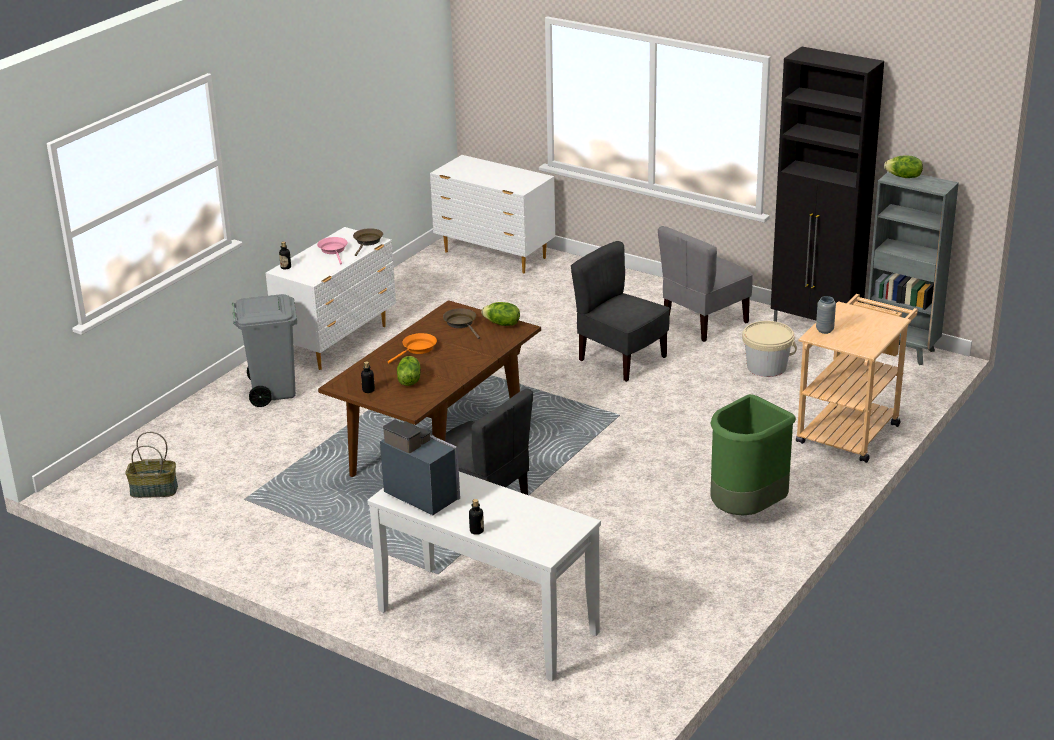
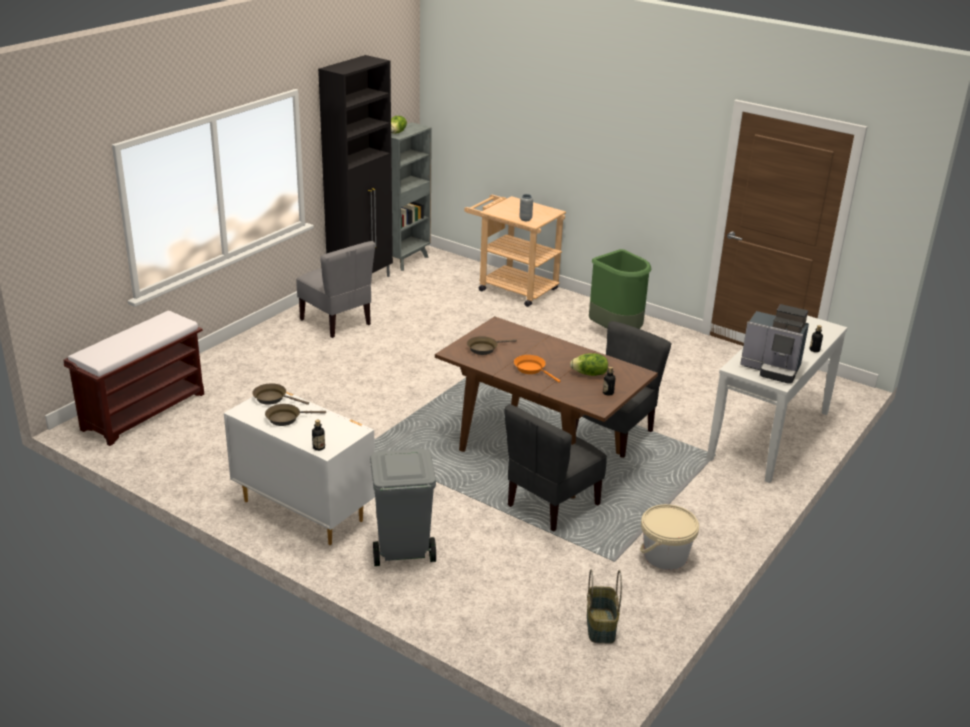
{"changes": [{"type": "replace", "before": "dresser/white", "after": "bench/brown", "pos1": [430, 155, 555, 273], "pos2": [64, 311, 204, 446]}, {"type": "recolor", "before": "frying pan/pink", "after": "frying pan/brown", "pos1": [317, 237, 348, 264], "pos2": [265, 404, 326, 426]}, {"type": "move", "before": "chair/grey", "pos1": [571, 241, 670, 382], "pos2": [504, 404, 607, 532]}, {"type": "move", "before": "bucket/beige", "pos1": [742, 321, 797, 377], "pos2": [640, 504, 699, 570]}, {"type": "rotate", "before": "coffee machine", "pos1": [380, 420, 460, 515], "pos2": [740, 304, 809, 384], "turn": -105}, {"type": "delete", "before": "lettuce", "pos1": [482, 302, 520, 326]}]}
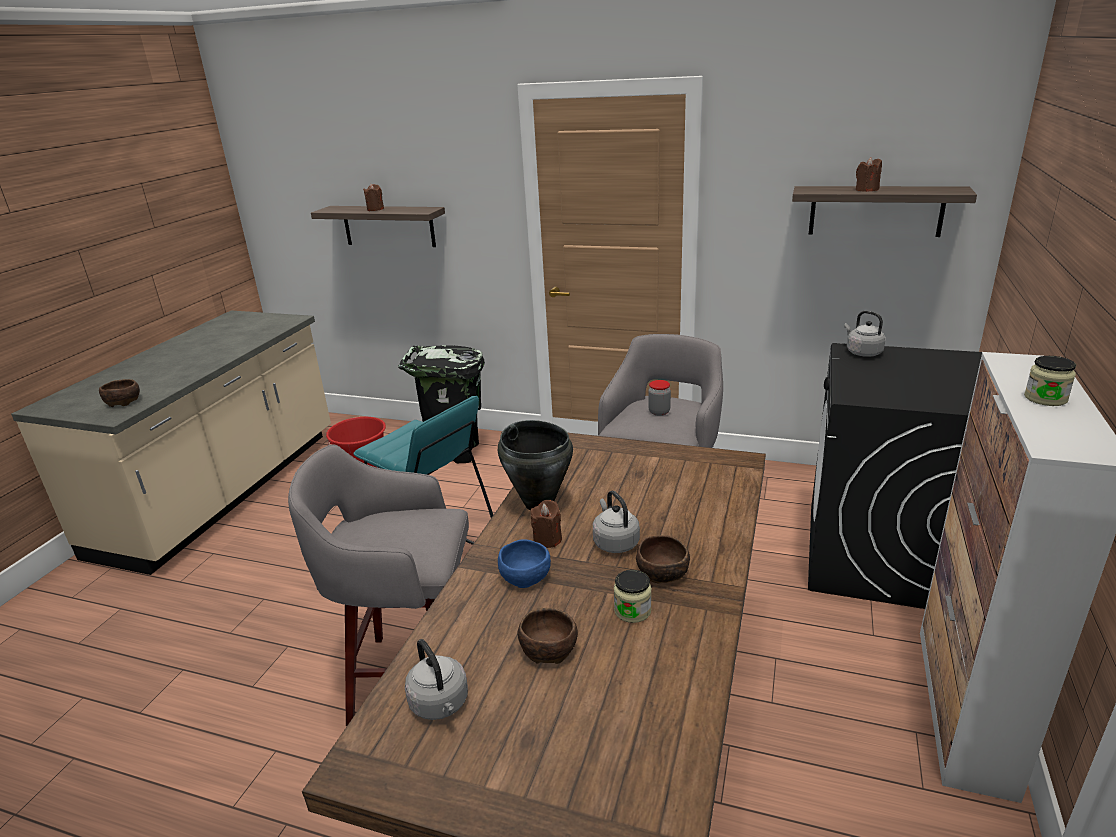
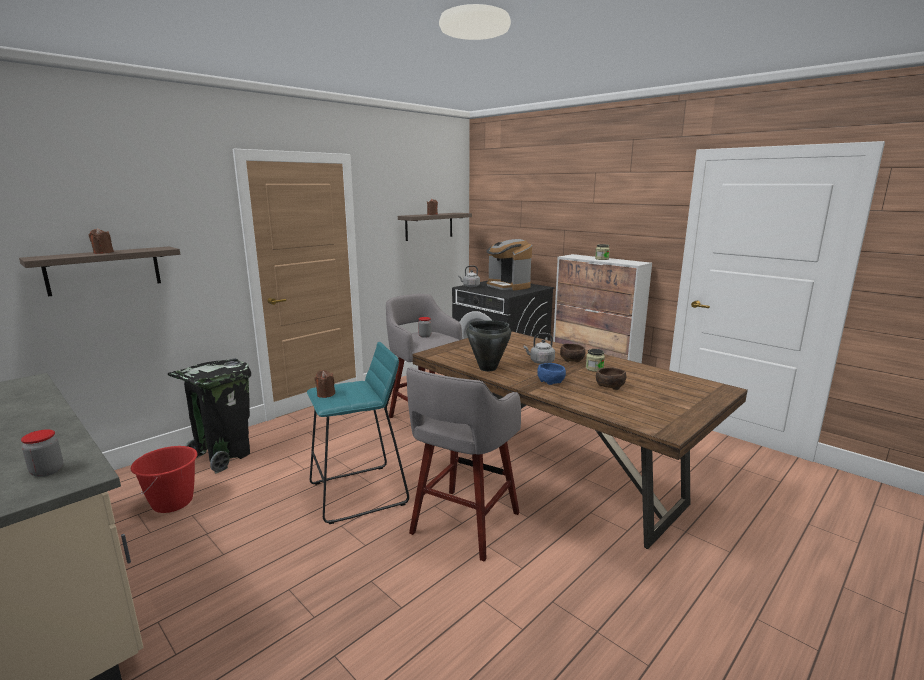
{"changes": [{"type": "replace", "before": "bowl/brown", "after": "jar", "pos1": [99, 379, 140, 407], "pos2": [21, 429, 63, 477]}, {"type": "move", "before": "candle/brown", "pos1": [530, 500, 562, 548], "pos2": [315, 370, 335, 398]}, {"type": "insert", "after": "coffee machine", "pos2": [487, 239, 532, 291]}, {"type": "delete", "before": "kettle/grey", "pos1": [405, 639, 468, 720]}]}
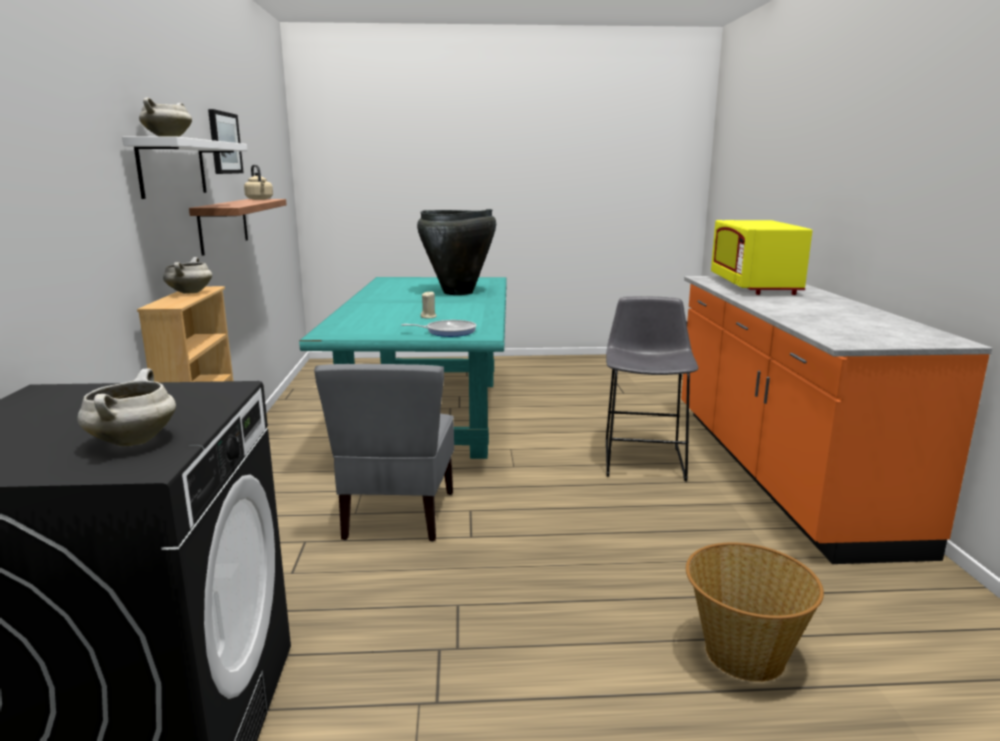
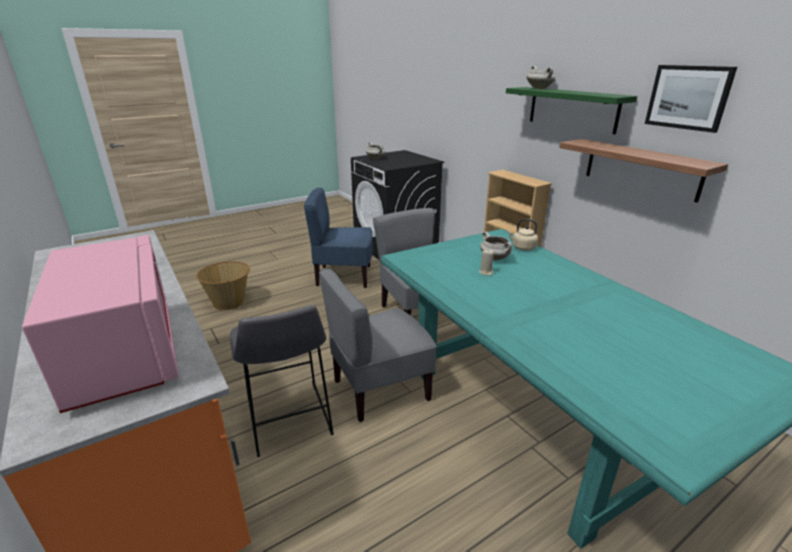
{"changes": [{"type": "recolor", "before": "microwave/yellow", "after": "microwave/pink", "pos1": [711, 220, 812, 295], "pos2": [22, 235, 179, 413]}, {"type": "insert", "after": "chair/blue", "pos2": [304, 188, 373, 288]}, {"type": "insert", "after": "chair/grey", "pos2": [319, 268, 437, 422]}, {"type": "move", "before": "cooking pot/white", "pos1": [163, 257, 212, 294], "pos2": [480, 231, 512, 261]}, {"type": "recolor", "before": "shelf/white", "after": "shelf/green", "pos1": [122, 136, 247, 199], "pos2": [506, 87, 637, 134]}, {"type": "move", "before": "kettle/beige", "pos1": [244, 165, 273, 200], "pos2": [507, 219, 538, 251]}, {"type": "delete", "before": "frying pan", "pos1": [401, 320, 476, 337]}, {"type": "delete", "before": "vase/black", "pos1": [417, 209, 496, 295]}]}
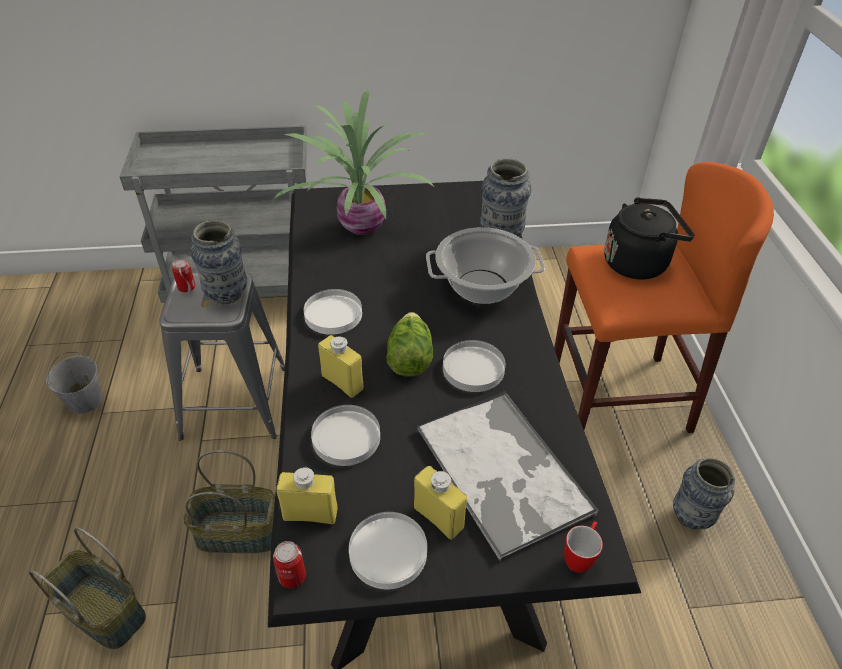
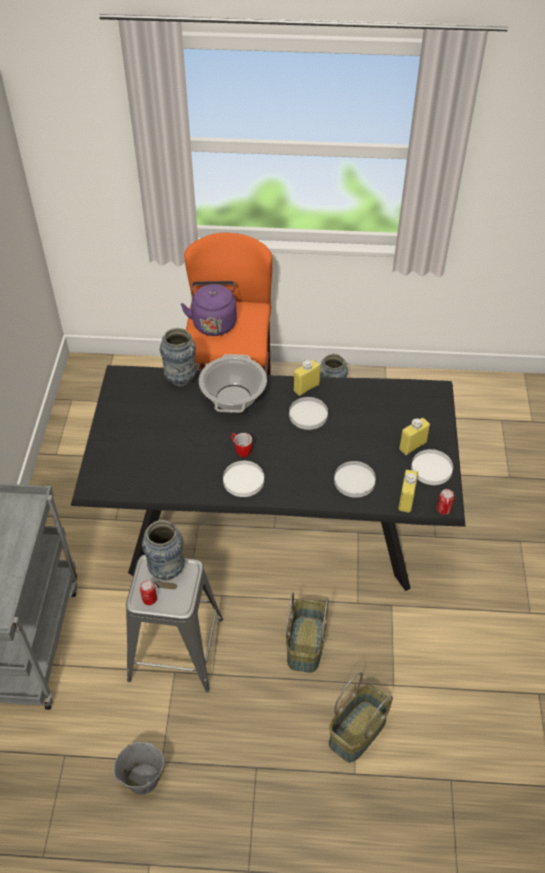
{"changes": [{"type": "recolor", "before": "kettle/black", "after": "kettle/purple", "pos1": [604, 197, 695, 279], "pos2": [181, 281, 237, 336]}, {"type": "move", "before": "mug", "pos1": [564, 521, 603, 573], "pos2": [231, 433, 252, 457]}, {"type": "move", "before": "bottle/yellow", "pos1": [318, 335, 364, 398], "pos2": [294, 360, 320, 396]}, {"type": "delete", "before": "potted plant", "pos1": [273, 90, 434, 235]}, {"type": "delete", "before": "lettuce", "pos1": [386, 312, 433, 377]}, {"type": "delete", "before": "tray", "pos1": [416, 391, 598, 561]}]}
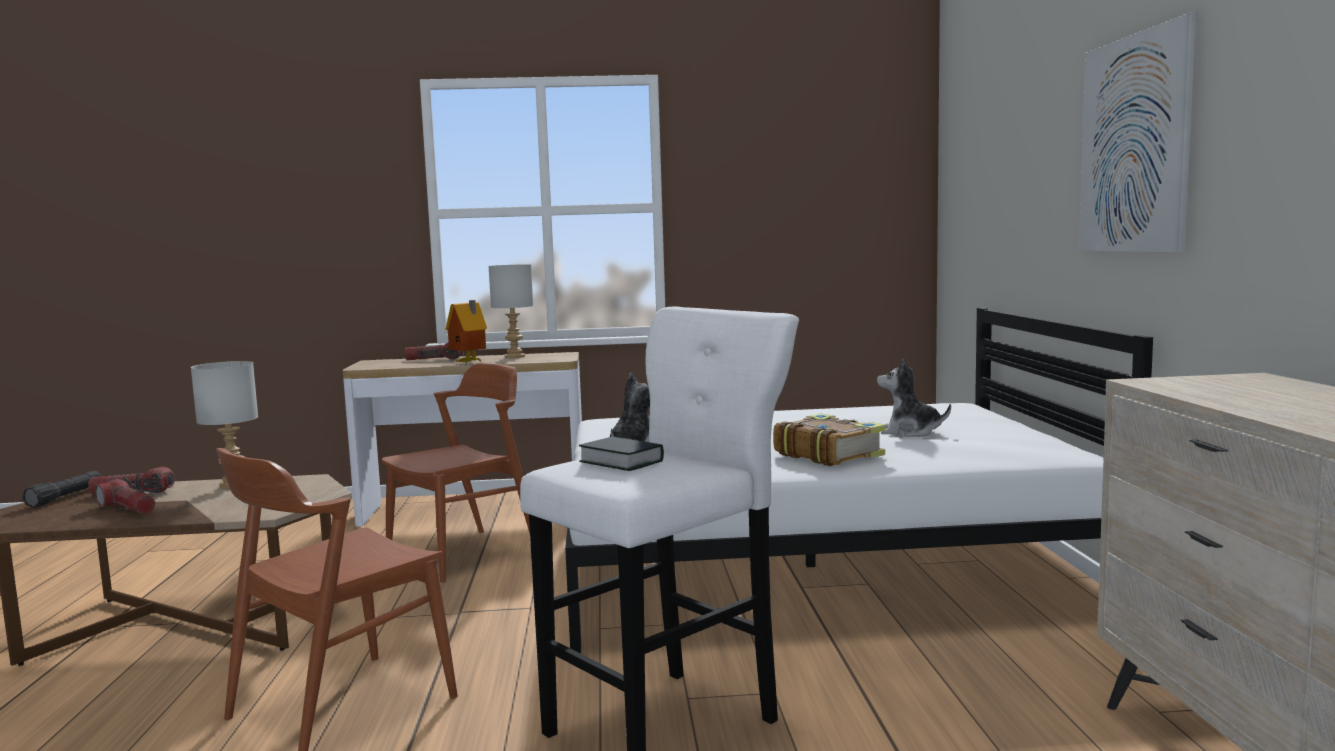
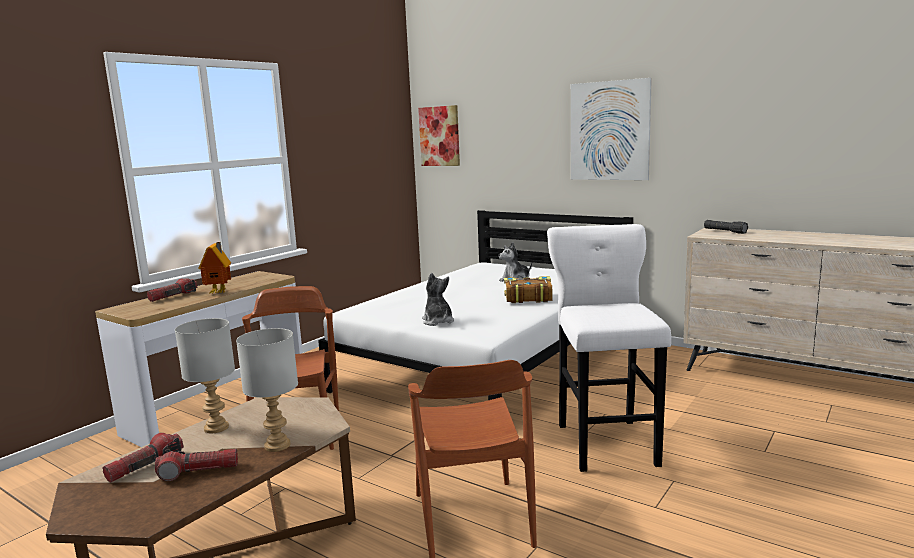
{"changes": [{"type": "move", "before": "table lamp/grey", "pos1": [489, 264, 533, 358], "pos2": [236, 328, 298, 452]}, {"type": "insert", "after": "picture", "pos2": [418, 105, 460, 166]}, {"type": "move", "before": "flashlight/black", "pos1": [22, 471, 101, 508], "pos2": [704, 220, 748, 234]}, {"type": "delete", "before": "book", "pos1": [579, 437, 664, 471]}]}
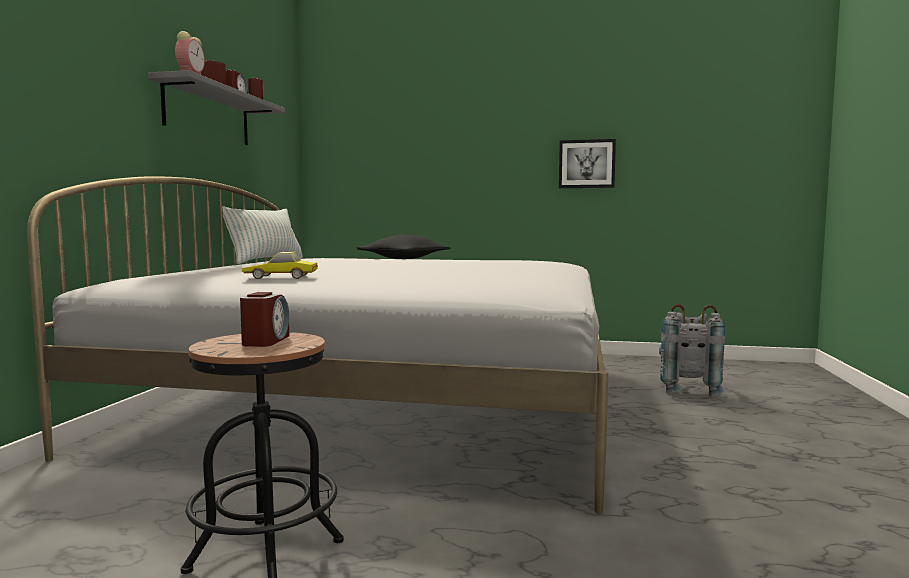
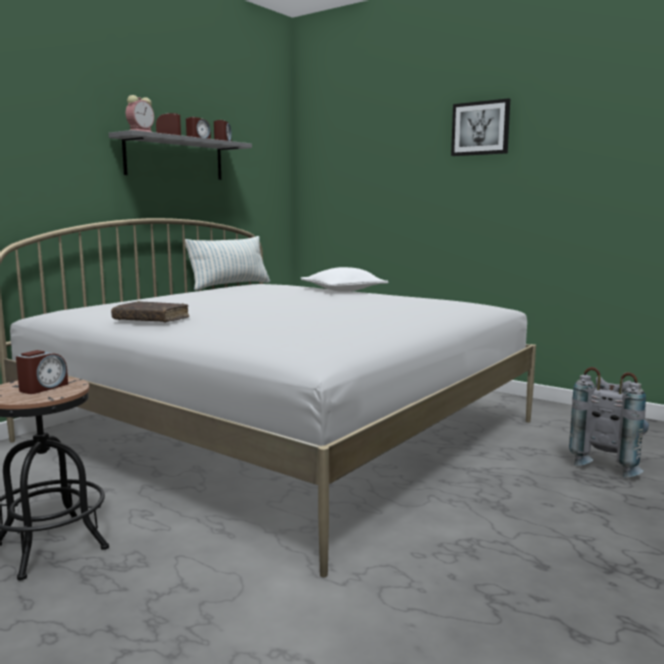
{"changes": [{"type": "replace", "before": "toy car", "after": "book/brown", "pos1": [242, 252, 318, 279], "pos2": [111, 301, 189, 322]}, {"type": "recolor", "before": "pillow/black", "after": "pillow/white", "pos1": [356, 235, 450, 259], "pos2": [301, 267, 389, 292]}, {"type": "move", "before": "picture", "pos1": [559, 139, 616, 188], "pos2": [451, 98, 510, 156]}]}
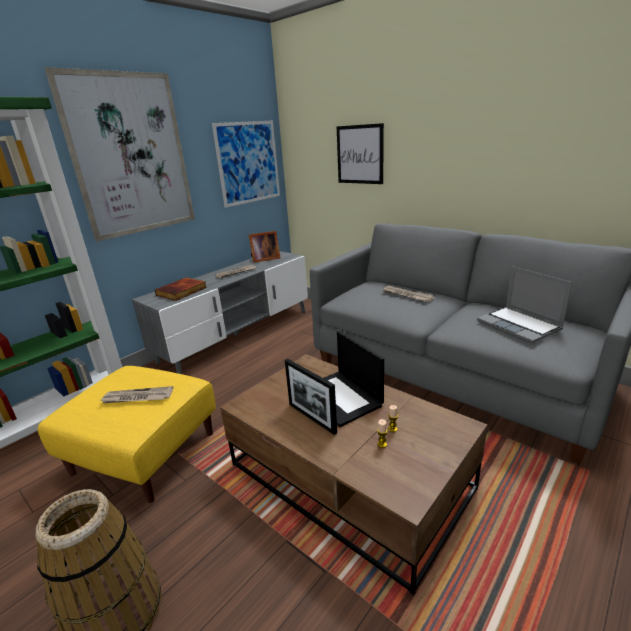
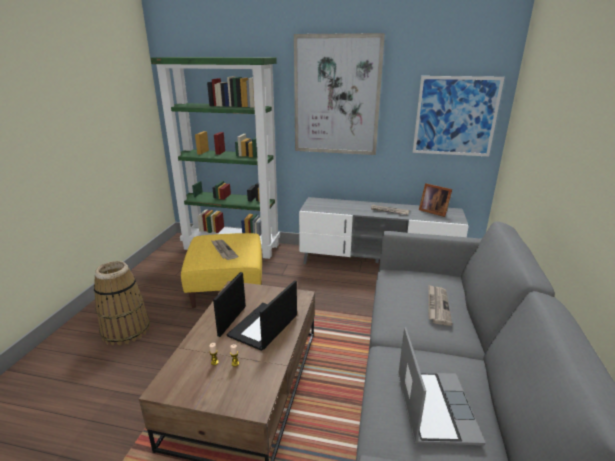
{"changes": [{"type": "rotate", "before": "laptop", "pos1": [477, 266, 572, 343], "pos2": [398, 327, 485, 446], "turn": 150}, {"type": "delete", "before": "book", "pos1": [155, 277, 207, 301]}, {"type": "delete", "before": "picture", "pos1": [337, 123, 384, 184]}]}
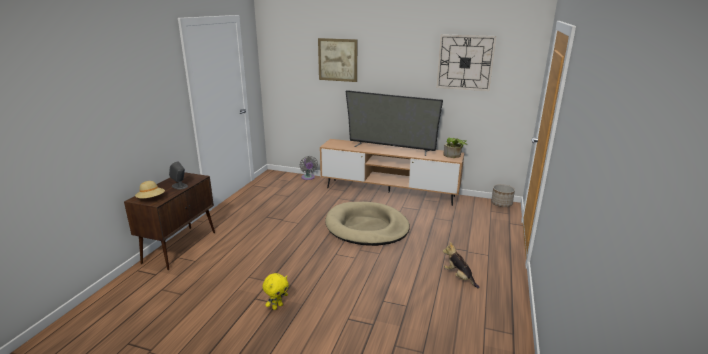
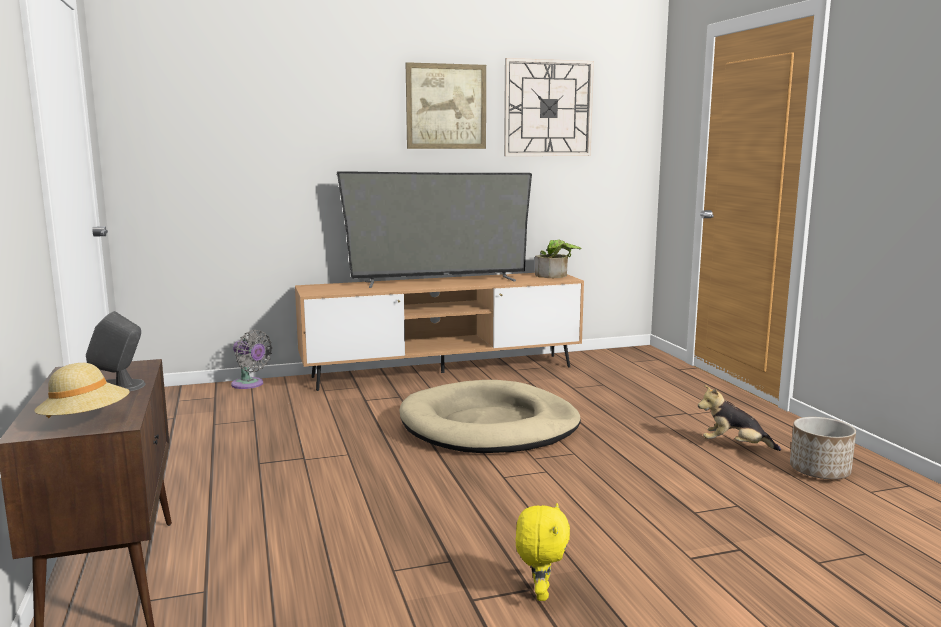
{"changes": [{"type": "move", "before": "picture", "pos1": [318, 38, 358, 82], "pos2": [406, 62, 486, 149]}, {"type": "move", "before": "planter", "pos1": [491, 184, 515, 207], "pos2": [790, 417, 856, 479]}]}
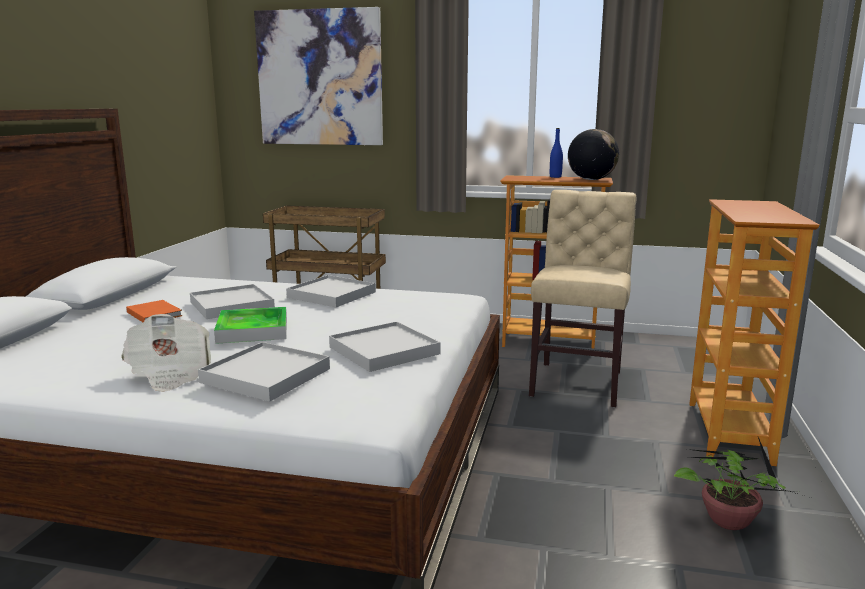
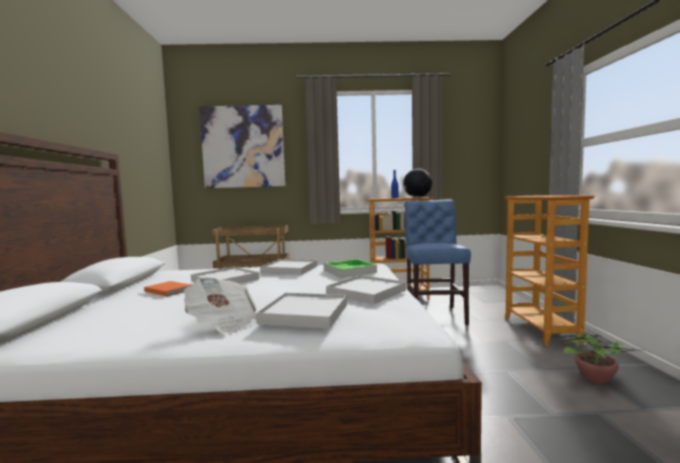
{"changes": [{"type": "move", "before": "tray", "pos1": [214, 307, 287, 344], "pos2": [324, 259, 377, 278]}, {"type": "recolor", "before": "chair/beige", "after": "chair/blue", "pos1": [529, 190, 637, 407], "pos2": [404, 200, 471, 326]}]}
